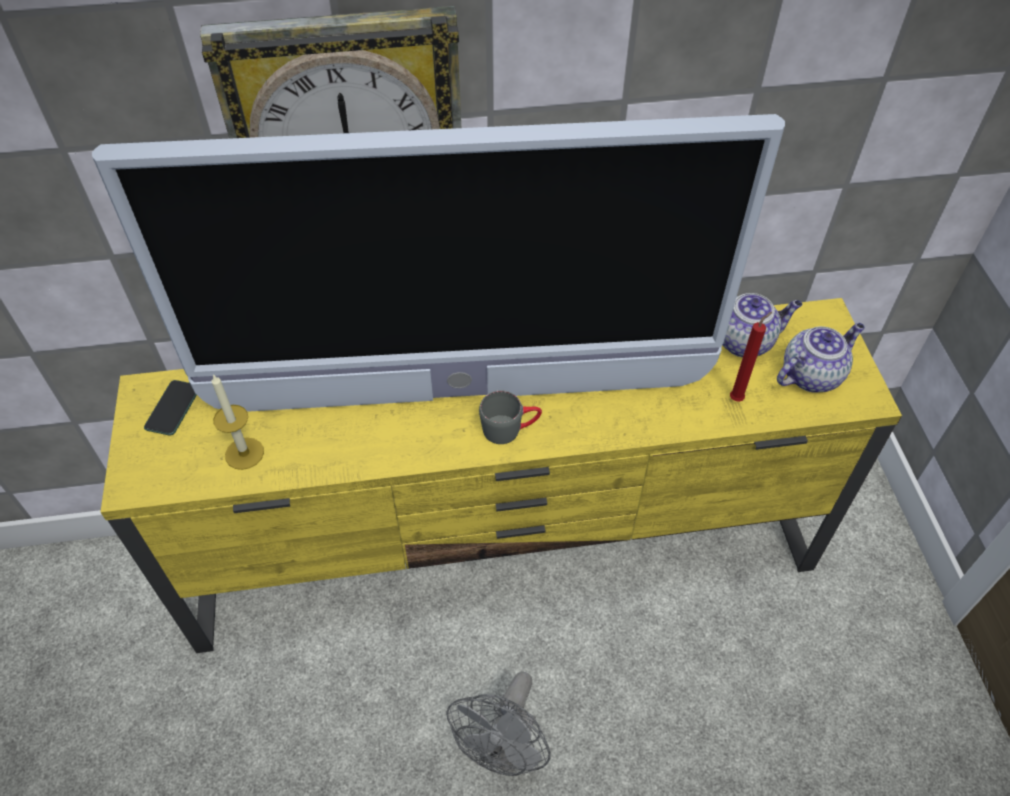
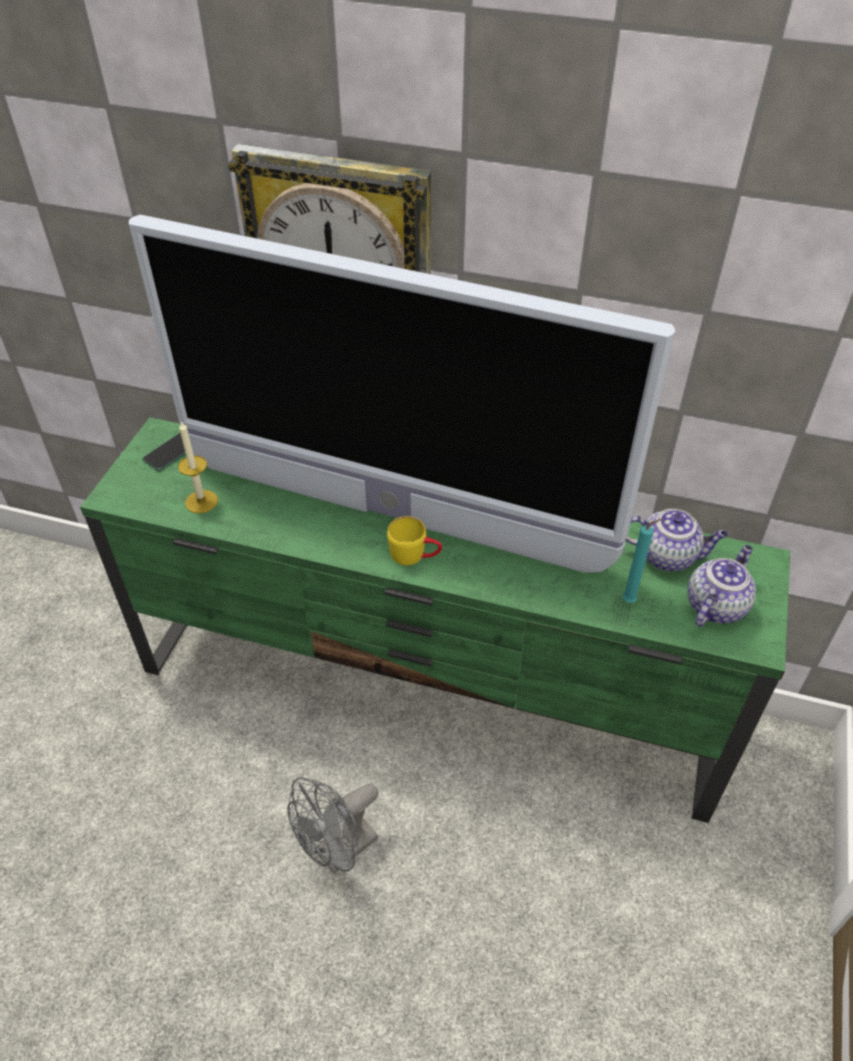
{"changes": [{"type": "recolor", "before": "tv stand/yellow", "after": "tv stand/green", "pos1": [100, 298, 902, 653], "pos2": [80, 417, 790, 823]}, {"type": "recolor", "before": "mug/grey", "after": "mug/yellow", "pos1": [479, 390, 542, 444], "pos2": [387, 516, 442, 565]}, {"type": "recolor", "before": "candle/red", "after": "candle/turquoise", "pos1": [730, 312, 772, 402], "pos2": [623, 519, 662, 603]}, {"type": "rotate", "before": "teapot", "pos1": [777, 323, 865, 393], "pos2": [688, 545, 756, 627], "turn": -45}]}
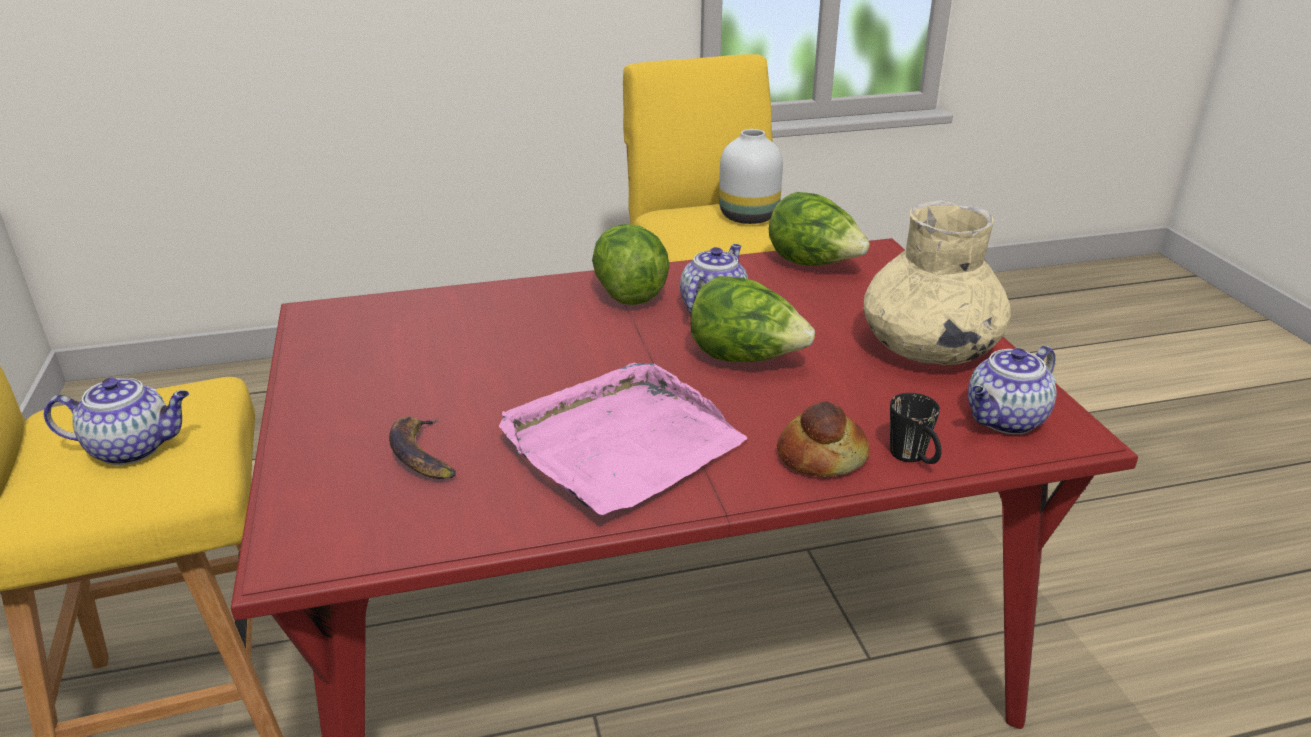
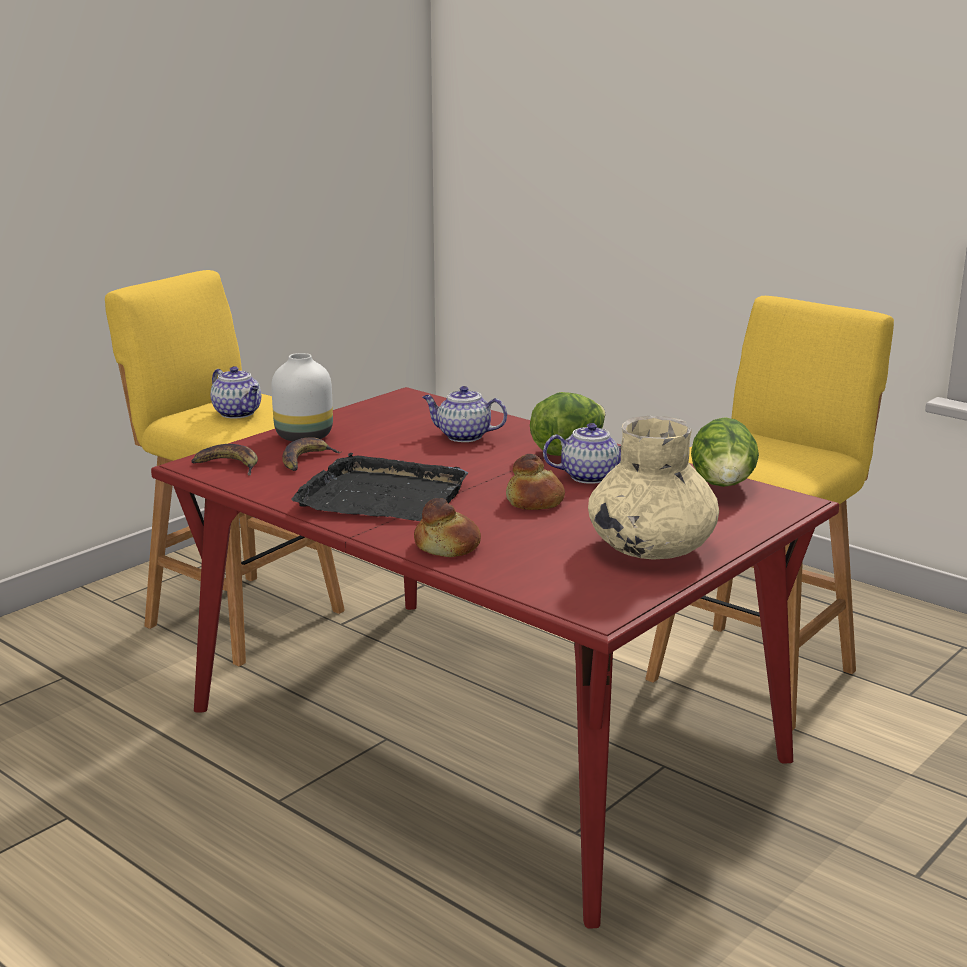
{"changes": [{"type": "insert", "after": "banana", "pos2": [191, 444, 258, 476]}, {"type": "move", "before": "vase/white", "pos1": [719, 129, 783, 224], "pos2": [271, 353, 333, 441]}, {"type": "recolor", "before": "tray/pink", "after": "tray/black", "pos1": [499, 363, 747, 516], "pos2": [291, 453, 468, 521]}, {"type": "move", "before": "teapot", "pos1": [968, 346, 1057, 434], "pos2": [422, 386, 507, 442]}, {"type": "replace", "before": "lettuce", "after": "bread", "pos1": [690, 276, 815, 362], "pos2": [506, 454, 565, 510]}, {"type": "delete", "before": "mug/black", "pos1": [890, 393, 942, 464]}]}
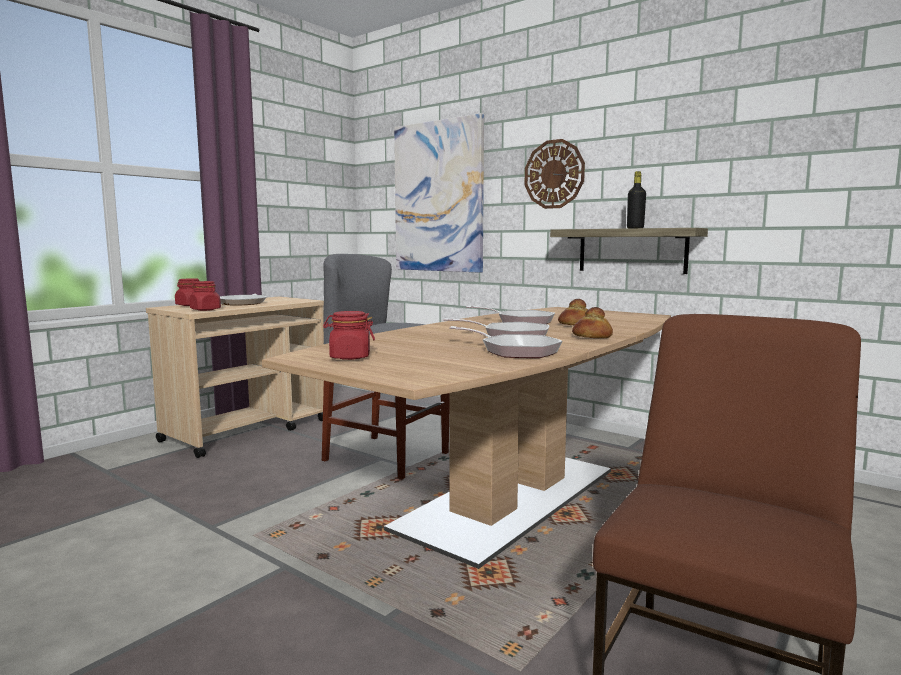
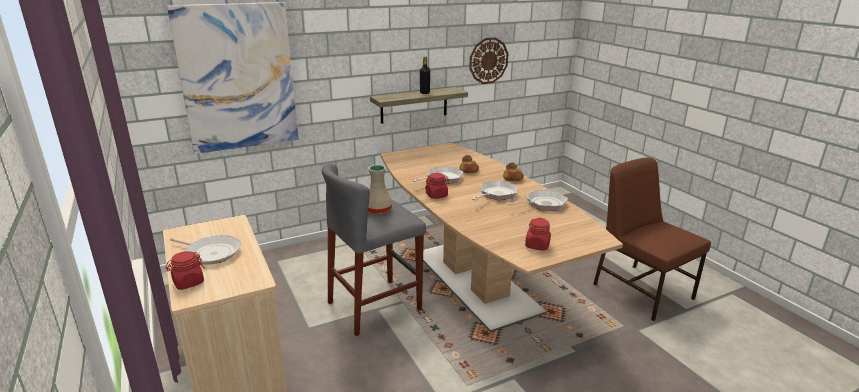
{"changes": [{"type": "insert", "after": "vase/beige", "pos2": [368, 165, 392, 214]}, {"type": "move", "before": "jar/red", "pos1": [190, 281, 221, 311], "pos2": [425, 173, 449, 199]}, {"type": "move", "before": "wall clock", "pos1": [525, 139, 585, 209], "pos2": [469, 37, 509, 84]}]}
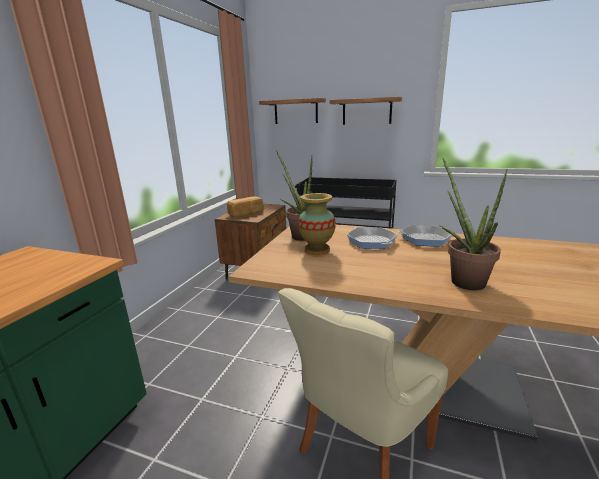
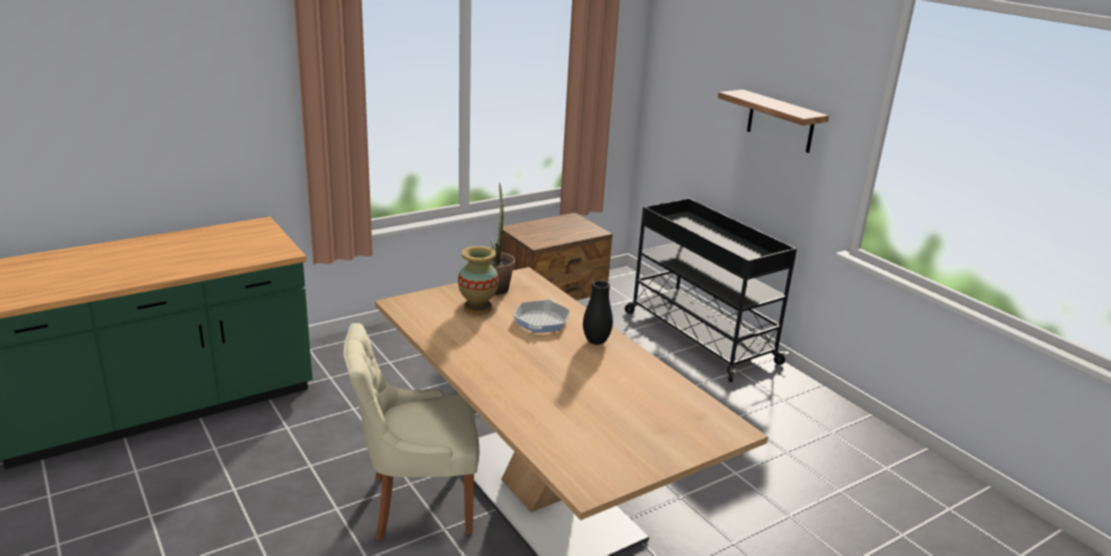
{"changes": [{"type": "replace", "before": "frying pan", "after": "vase/black", "pos1": [398, 225, 454, 247], "pos2": [583, 280, 613, 345]}, {"type": "delete", "before": "bread", "pos1": [227, 197, 264, 217]}, {"type": "delete", "before": "shelf", "pos1": [259, 98, 326, 124]}, {"type": "delete", "before": "potted plant", "pos1": [440, 158, 508, 290]}]}
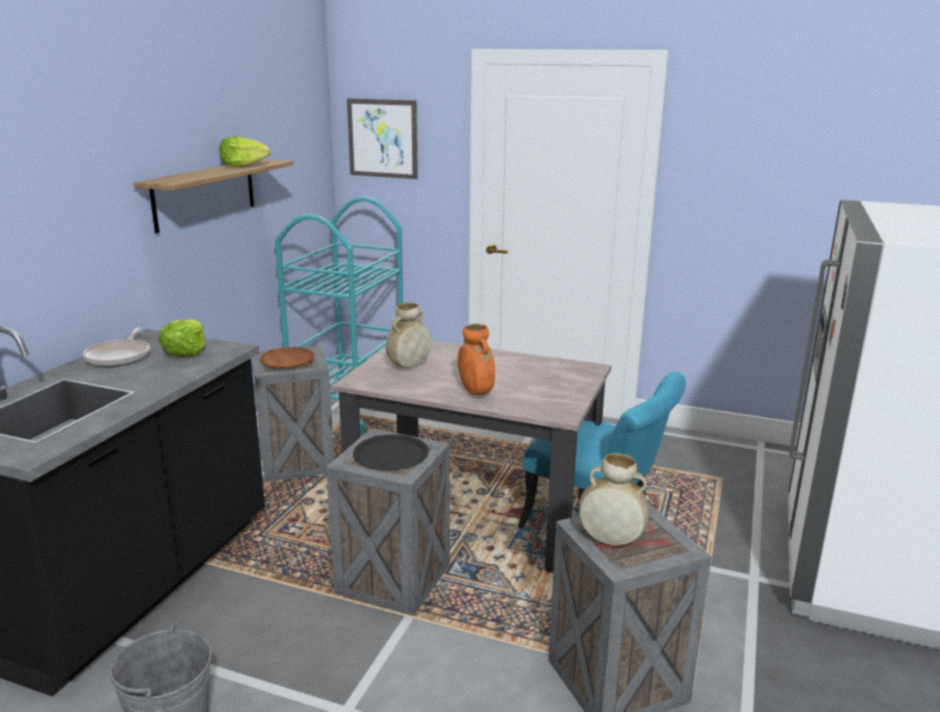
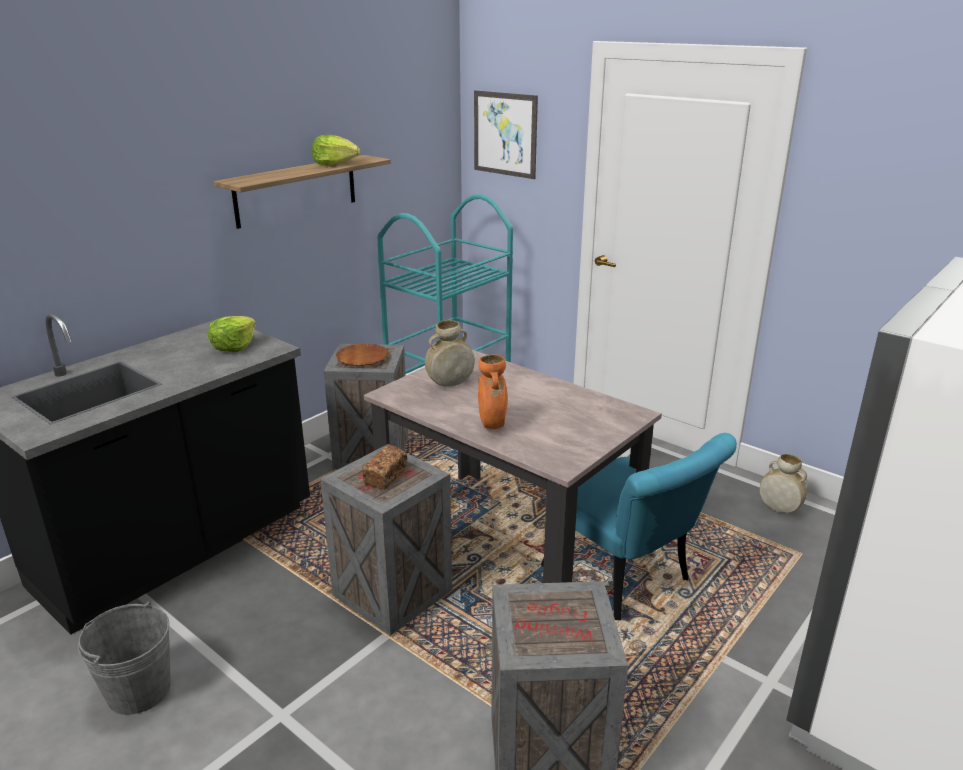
{"changes": [{"type": "replace", "before": "plate/black", "after": "bread", "pos1": [353, 434, 429, 470], "pos2": [362, 445, 408, 490]}, {"type": "move", "before": "vase/beige", "pos1": [579, 453, 649, 545], "pos2": [760, 454, 807, 513]}, {"type": "delete", "before": "frying pan", "pos1": [83, 327, 150, 367]}]}
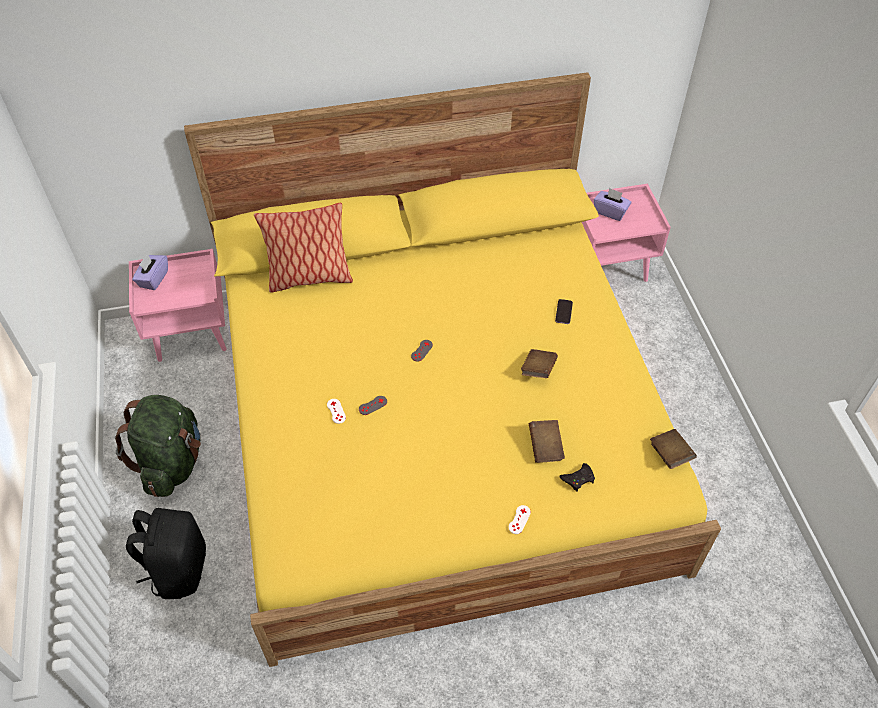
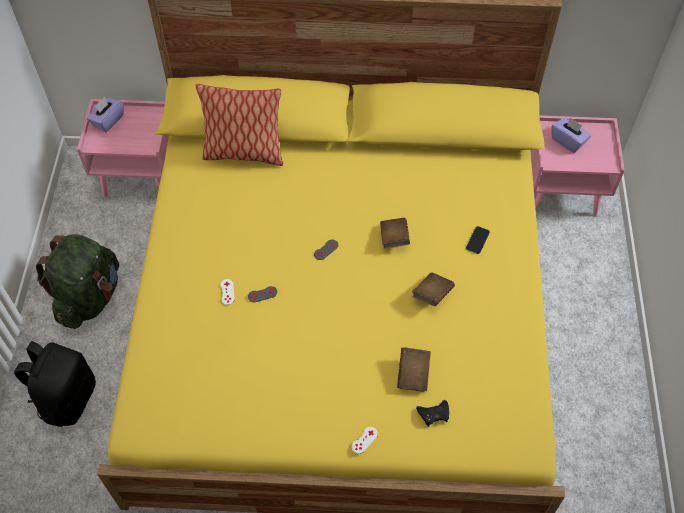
{"changes": [{"type": "move", "before": "book/brown", "pos1": [650, 429, 697, 469], "pos2": [380, 218, 410, 249]}]}
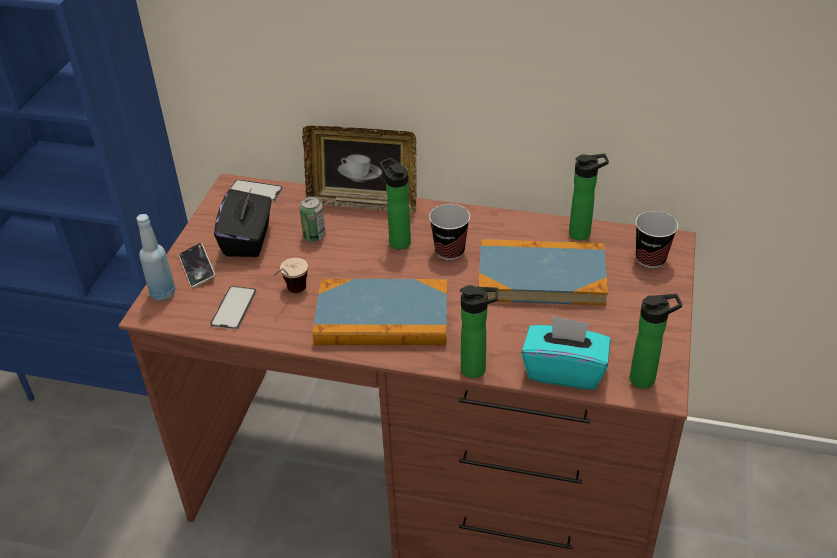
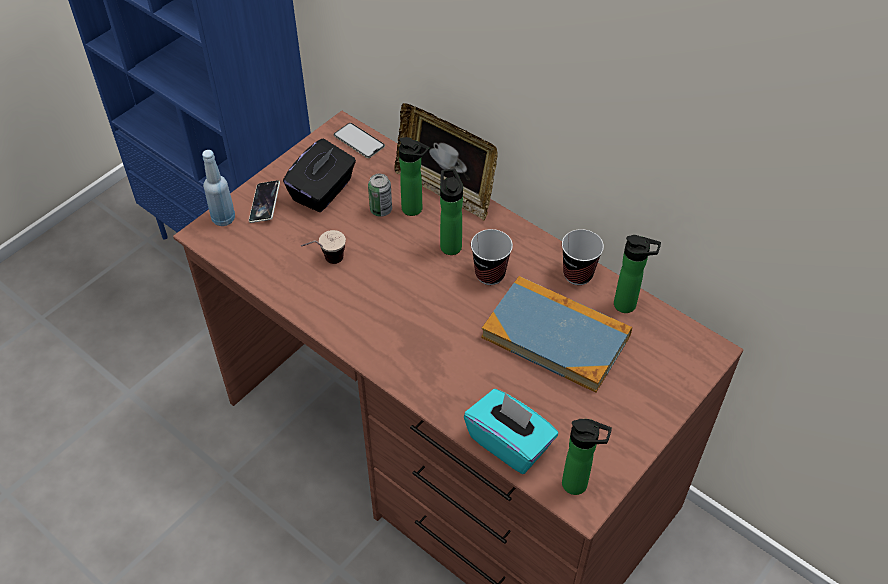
{"changes": [{"type": "move", "before": "bottle", "pos1": [460, 285, 498, 378], "pos2": [399, 137, 430, 216]}, {"type": "move", "before": "cup", "pos1": [635, 211, 678, 268], "pos2": [562, 229, 604, 285]}, {"type": "delete", "before": "phone", "pos1": [210, 286, 257, 330]}, {"type": "delete", "before": "book", "pos1": [312, 279, 447, 345]}]}
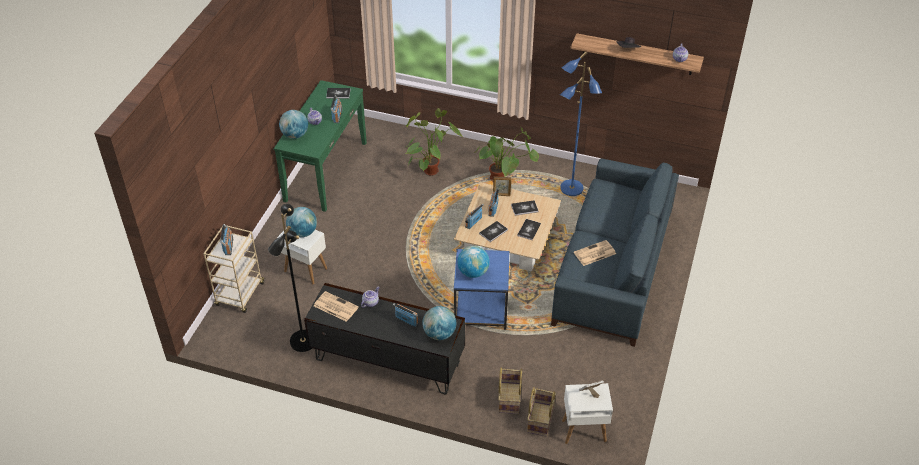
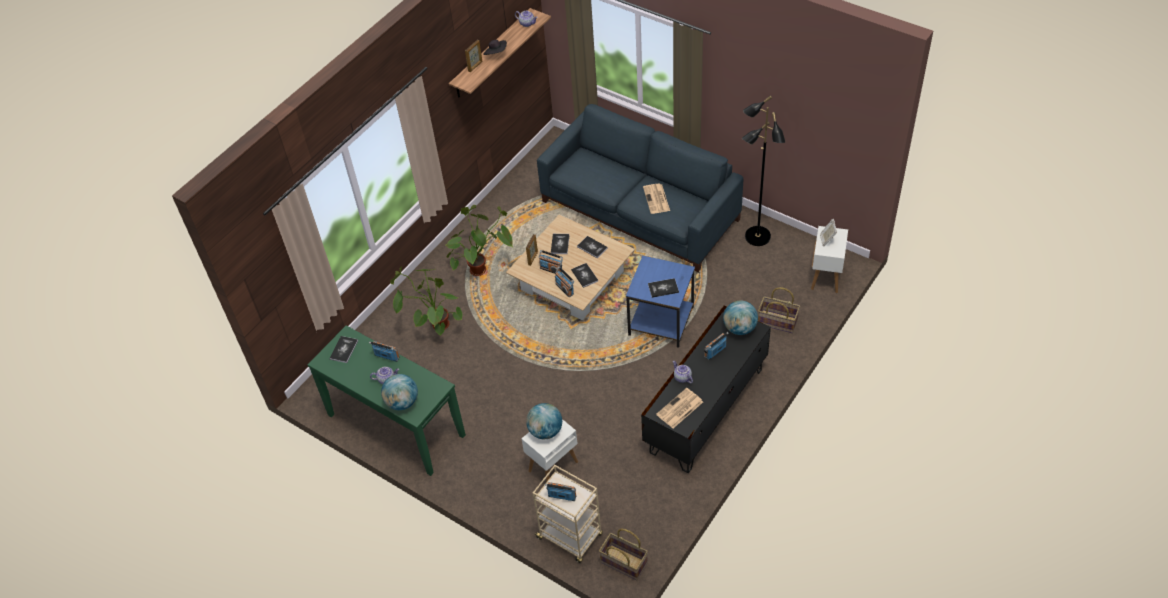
{"changes": [{"type": "insert", "after": "picture frame", "pos2": [465, 40, 483, 72]}, {"type": "move", "before": "basket", "pos1": [527, 387, 556, 437], "pos2": [599, 528, 648, 580]}, {"type": "replace", "before": "globe", "after": "book", "pos1": [457, 246, 490, 278], "pos2": [648, 278, 679, 298]}, {"type": "move", "before": "floor lamp/black", "pos1": [268, 203, 312, 352], "pos2": [742, 96, 785, 246]}, {"type": "delete", "before": "floor lamp/blue", "pos1": [560, 52, 602, 196]}]}
